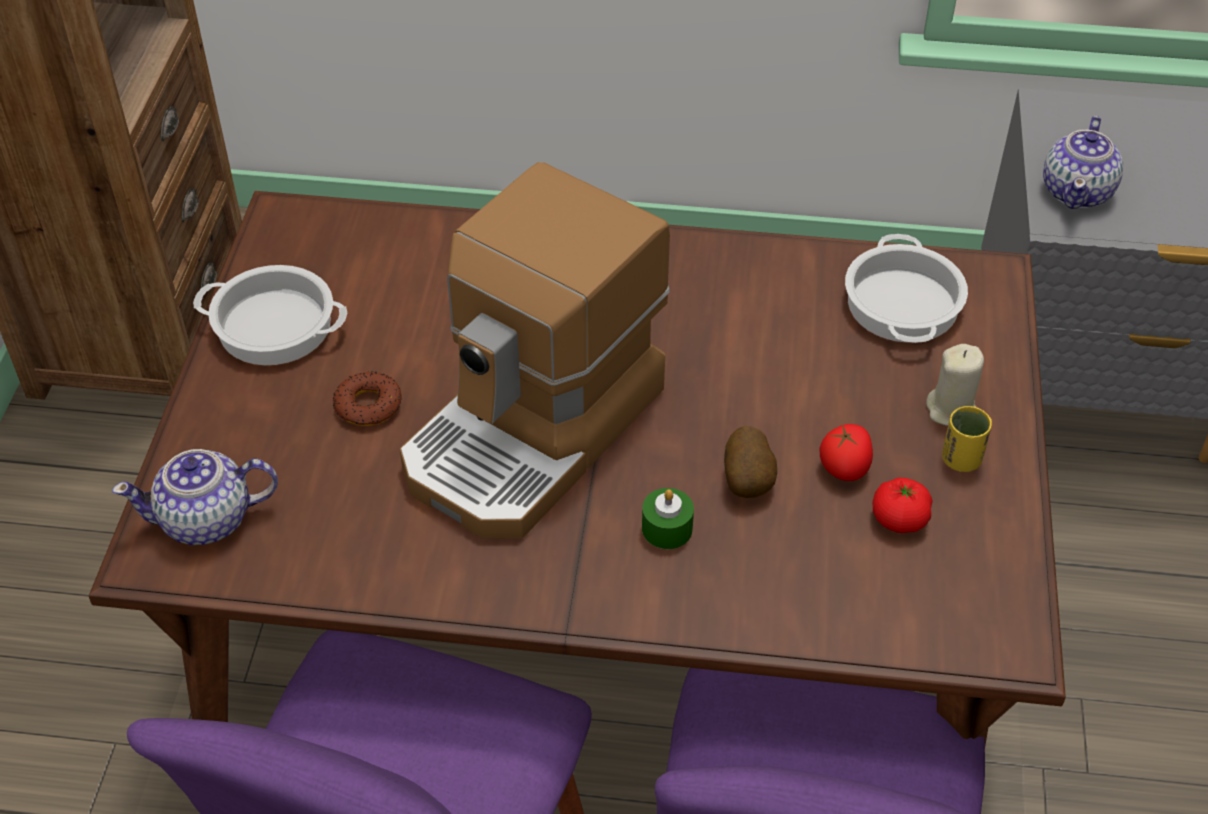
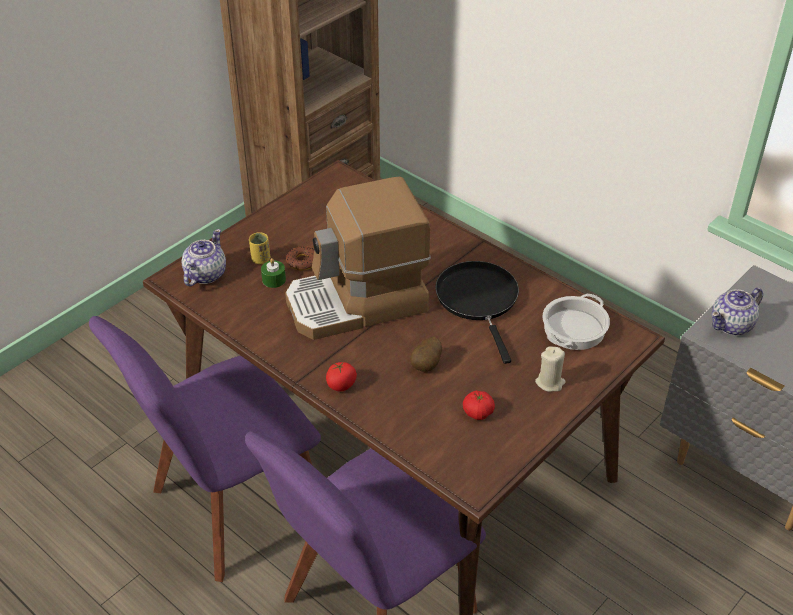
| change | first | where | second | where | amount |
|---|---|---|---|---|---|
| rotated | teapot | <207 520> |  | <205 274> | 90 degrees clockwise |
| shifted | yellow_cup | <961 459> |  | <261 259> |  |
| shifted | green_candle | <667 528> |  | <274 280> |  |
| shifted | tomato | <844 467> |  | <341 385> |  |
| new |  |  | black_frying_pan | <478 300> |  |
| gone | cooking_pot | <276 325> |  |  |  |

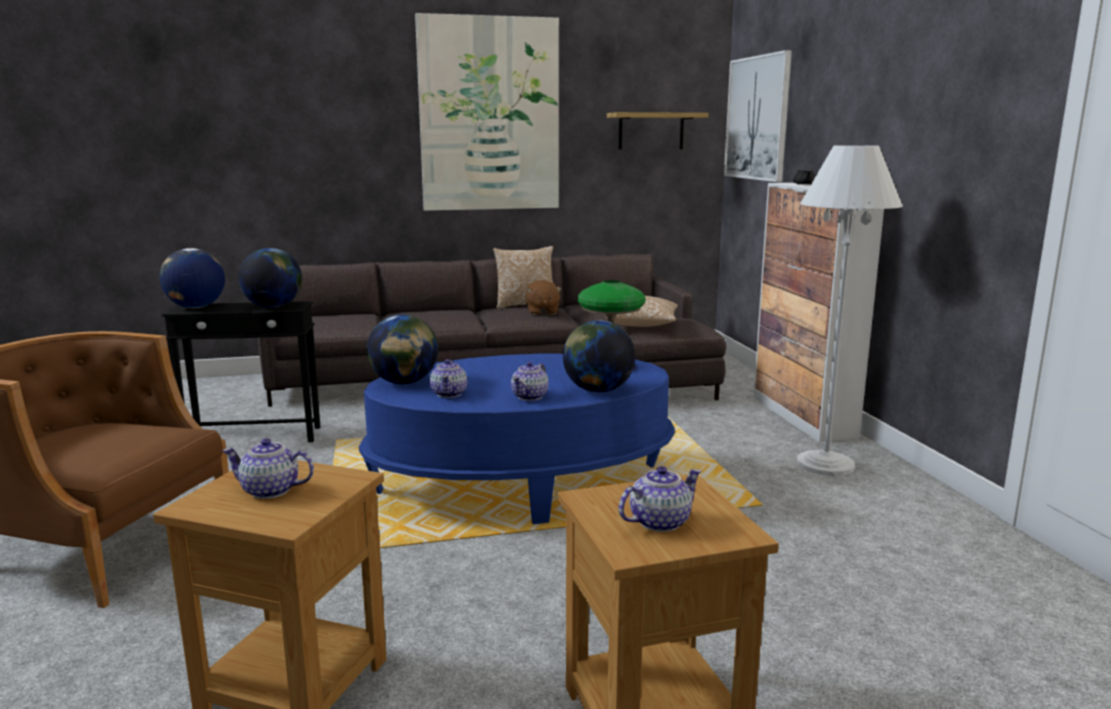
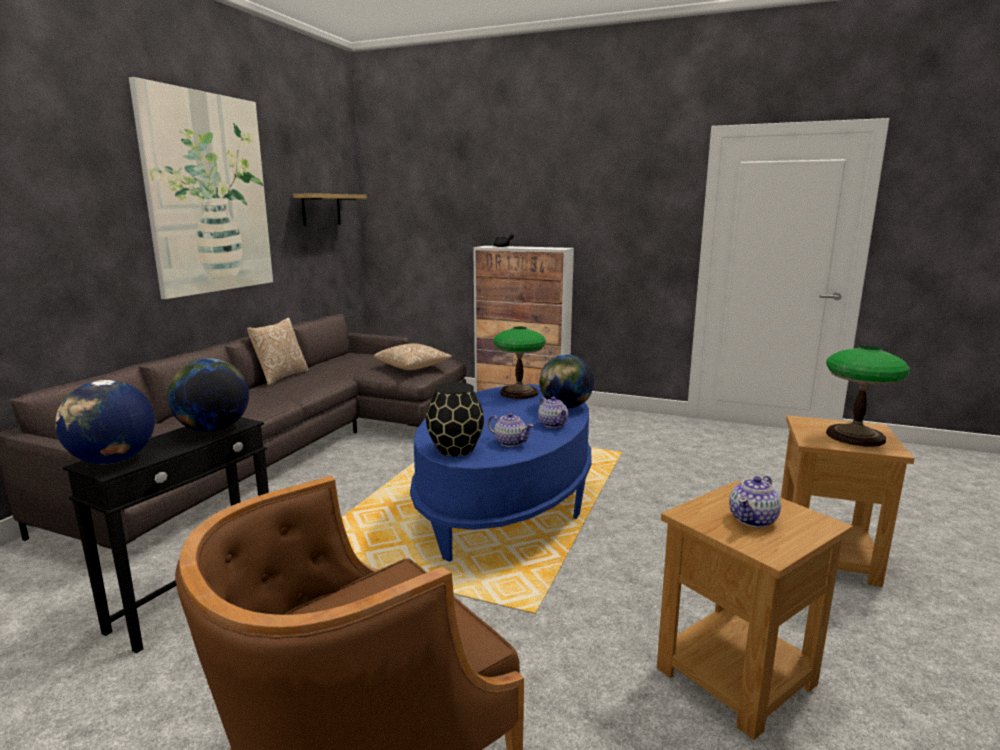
| change | first | where | second | where | amount |
|---|---|---|---|---|---|
| swapped | globe | <404 382> | black_vase | <456 449> |  |
| swapped | teapot | <658 522> | table_lamp | <855 436> |  |
| gone | brown_plush_toy | <542 312> |  |  |  |
| gone | picture | <757 118> |  |  |  |
| gone | white_floor_lamp | <825 464> |  |  |  |

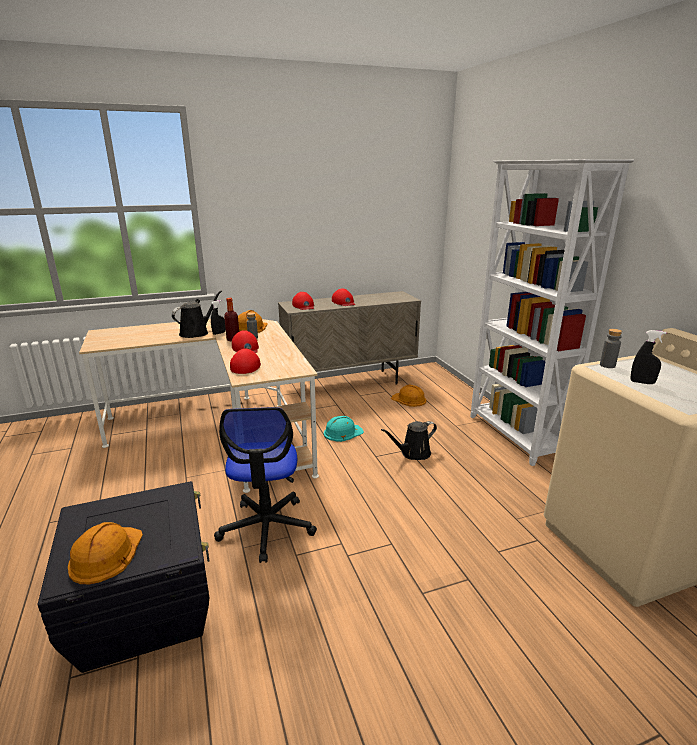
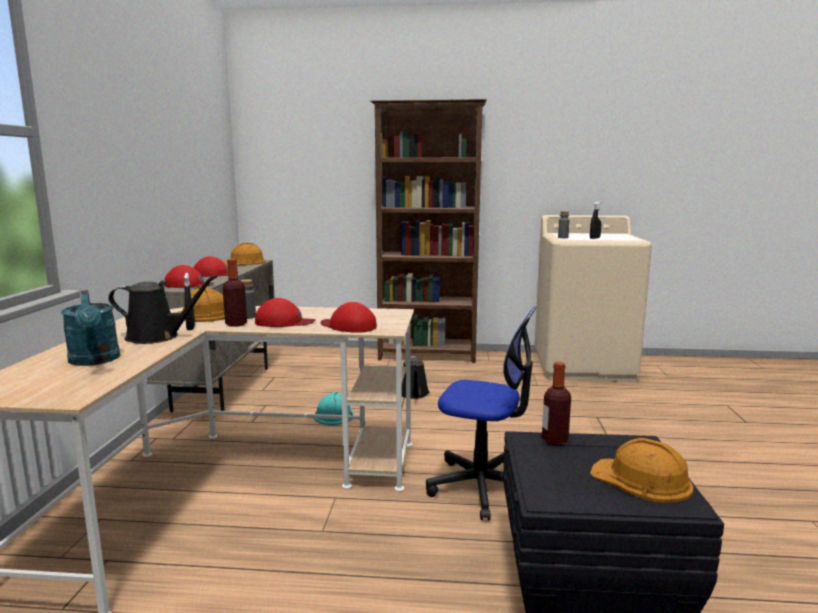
| change | first | where | second | where | amount |
|---|---|---|---|---|---|
| new |  |  | turquoise_watering_can | <95 361> |  |
| rotated | black_watering_can | <196 332> |  | <157 337> | 120 degrees clockwise |
| shifted | orange_hard_hat | <409 399> |  | <244 262> |  |
| repainted | white_bookcase | <515 436> | brown_bookcase | <428 355> |  |
| new |  |  | bottle | <554 440> |  |

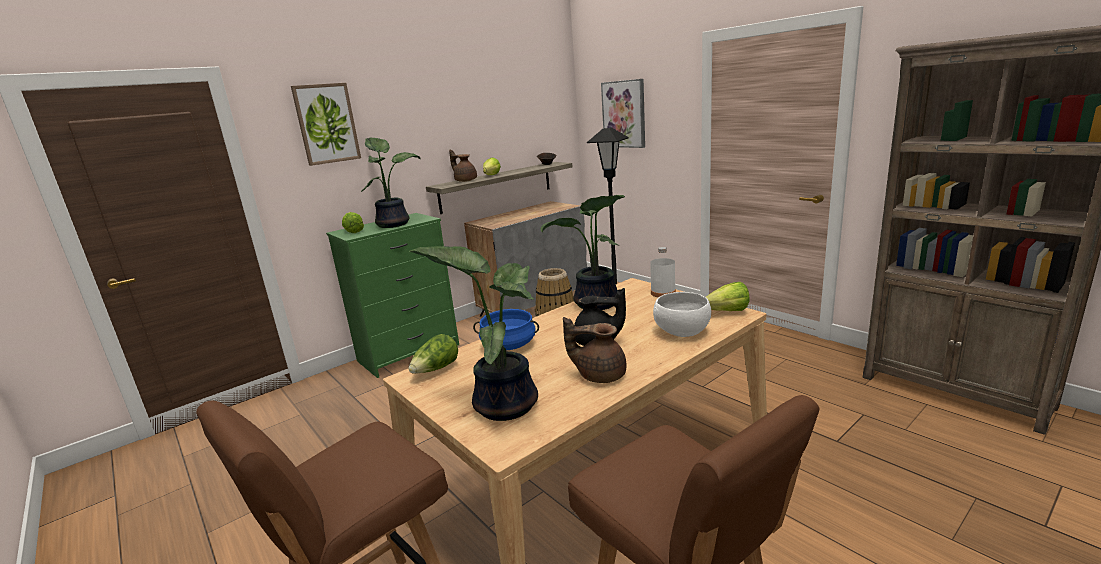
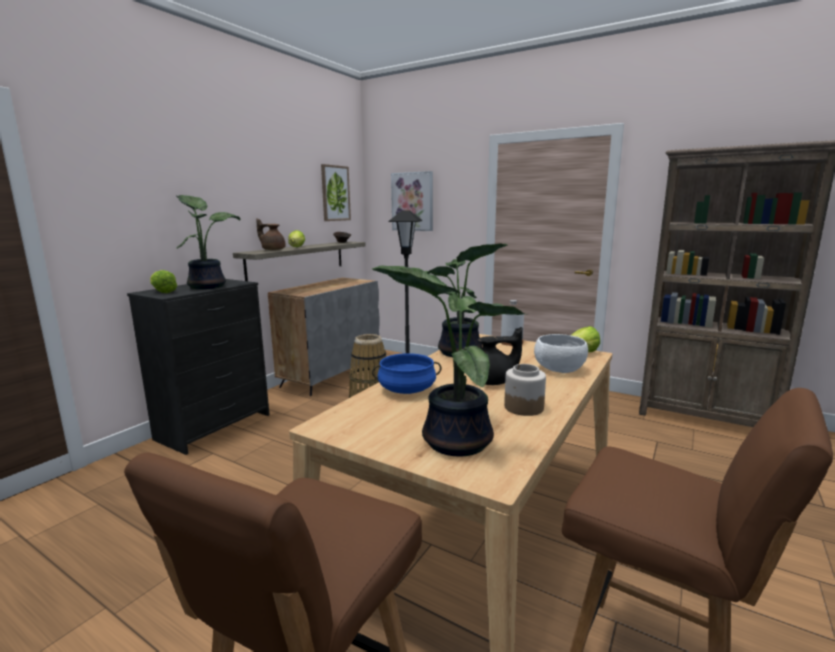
| change | first | where | second | where | amount |
|---|---|---|---|---|---|
| repainted | green_dresser | <409 353> | black_dresser | <214 427> |  |
| shifted | picture | <326 124> |  | <335 193> |  |
| swapped | brown_teapot | <599 375> | jar | <523 407> |  |
| gone | lettuce | <436 369> |  |  |  |

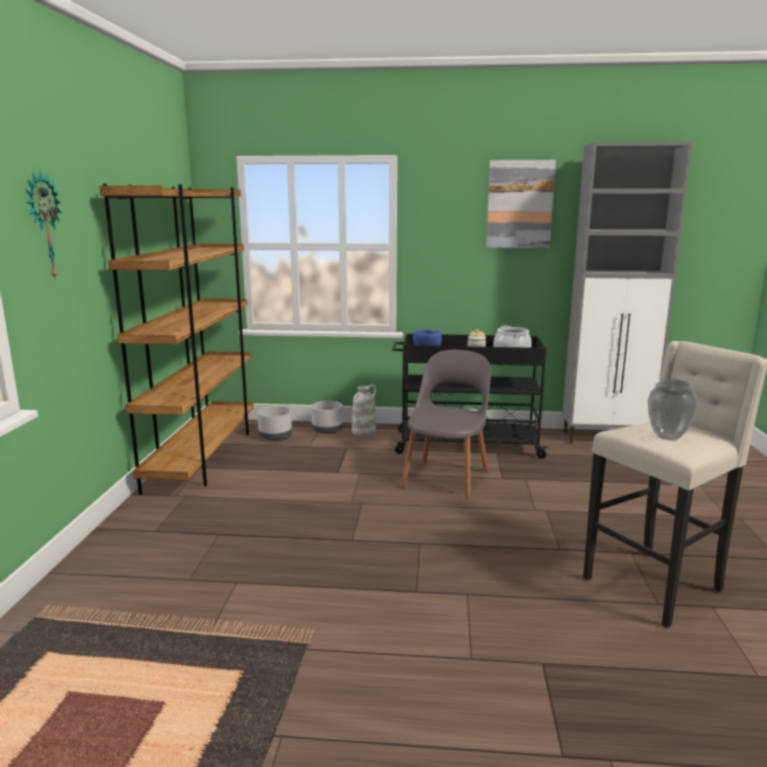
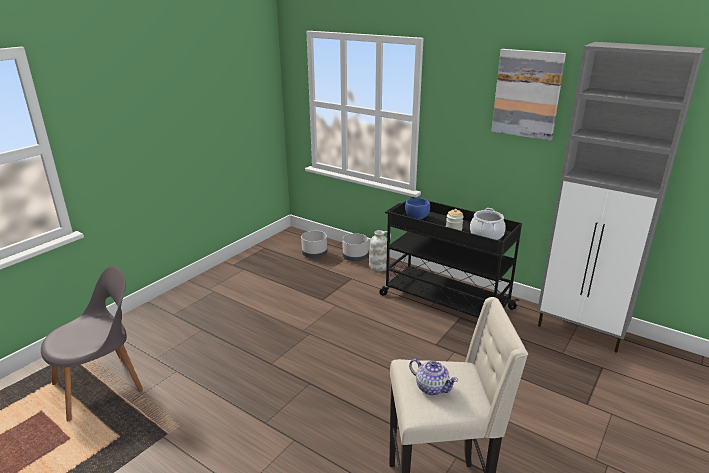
| change | first | where | second | where | amount |
|---|---|---|---|---|---|
| shifted | grey_chair | <447 477> |  | <102 385> |  |
| swapped | vase | <667 437> | teapot | <431 387> |  |
| gone | wall_clock | <43 226> |  |  |  |
| gone | brown_bookcase | <203 456> |  |  |  |

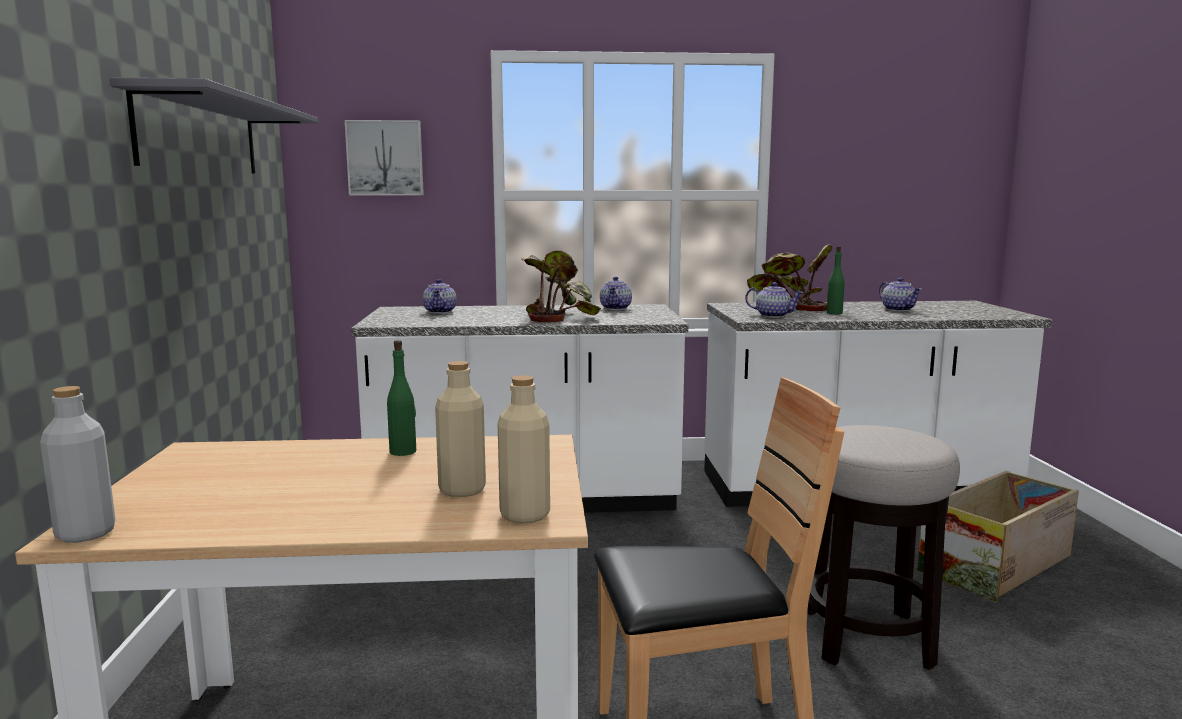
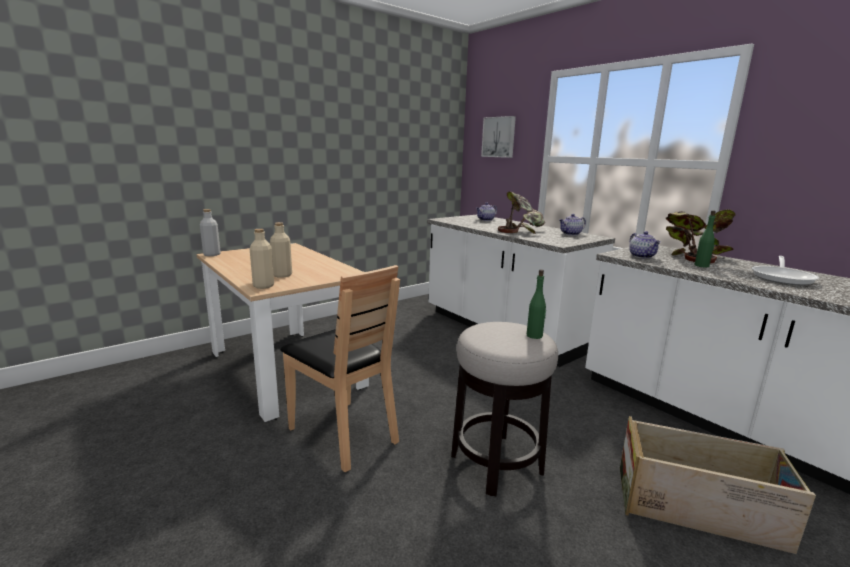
| change | first | where | second | where | amount |
|---|---|---|---|---|---|
| shifted | green_bottle | <403 452> |  | <534 336> |  |
| swapped | teapot | <899 309> | frying_pan | <782 278> |  |
| gone | grey_shelf | <201 136> |  |  |  |

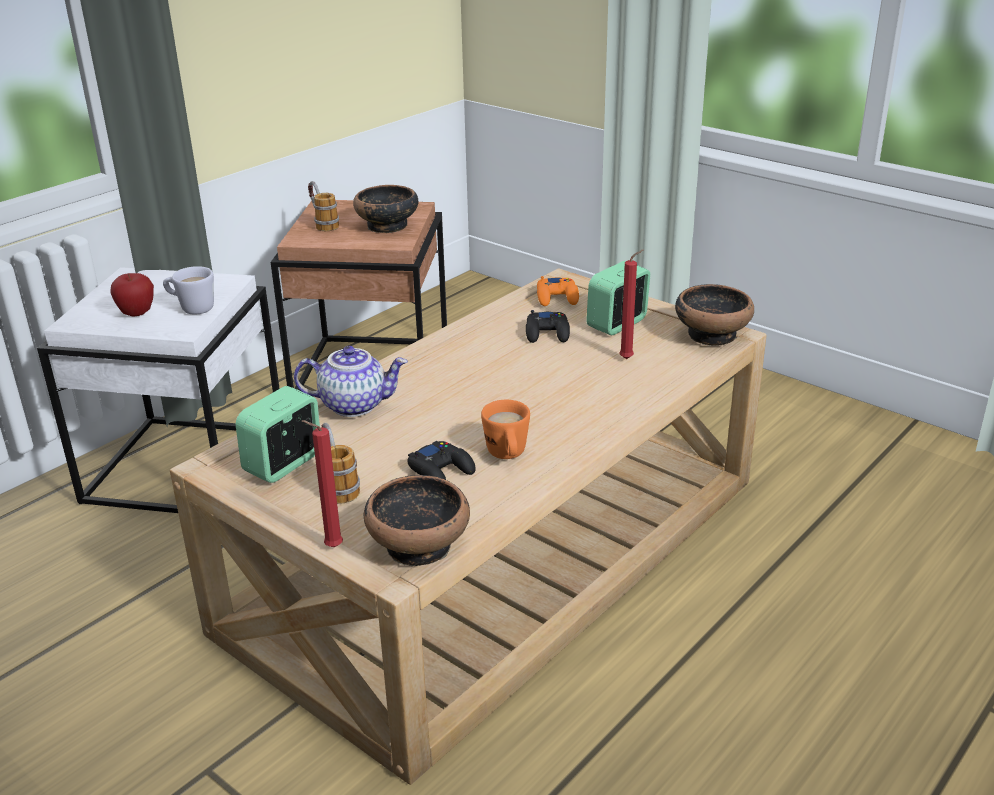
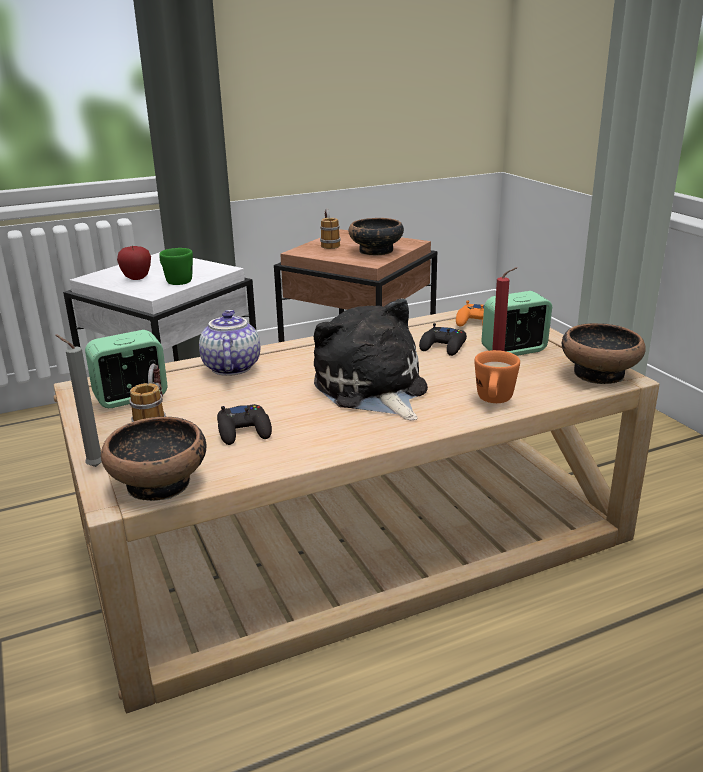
| change | first | where | second | where | amount |
|---|---|---|---|---|---|
| repainted | red_candle | <330 547> | grey_candle | <93 466> |  |
| repainted | white_mug | <191 308> | green_mug | <176 281> |  |
| rotated | teapot | <354 404> |  | <230 367> | 120 degrees counterclockwise |
| new |  |  | plush_toy | <372 389> |  |
| shifted | orange_mug | <507 456> |  | <493 401> |  |

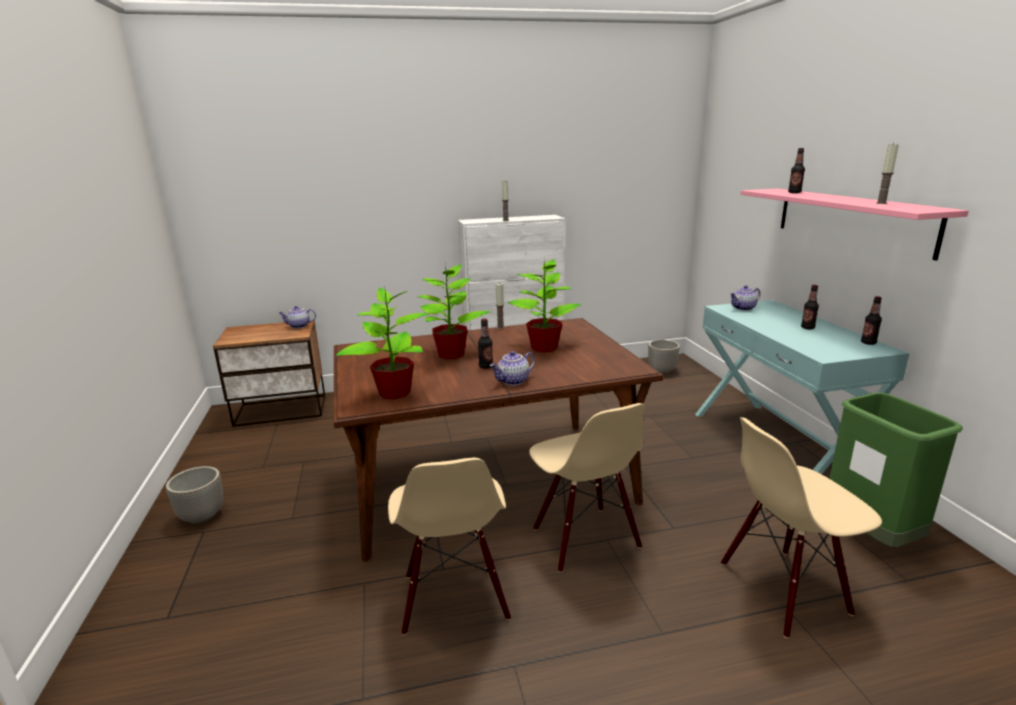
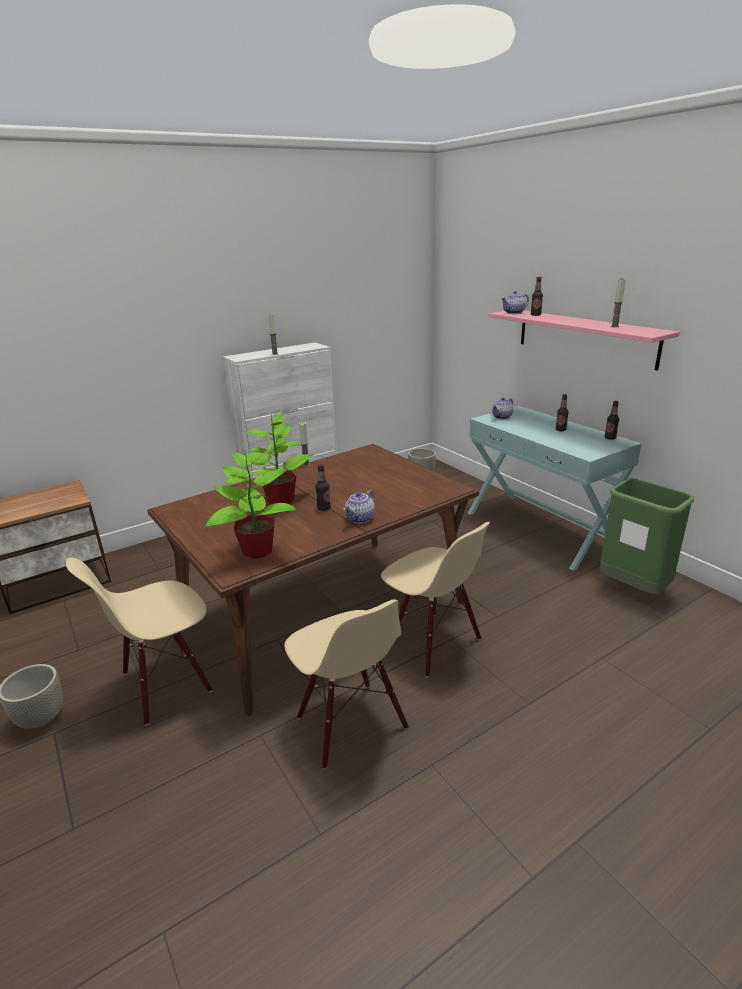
| change | first | where | second | where | amount |
|---|---|---|---|---|---|
| shifted | beige_chair | <783 589> |  | <166 684> |  |
| shifted | teapot | <298 326> |  | <514 313> |  |
| gone | potted_plant | <544 347> |  |  |  |

